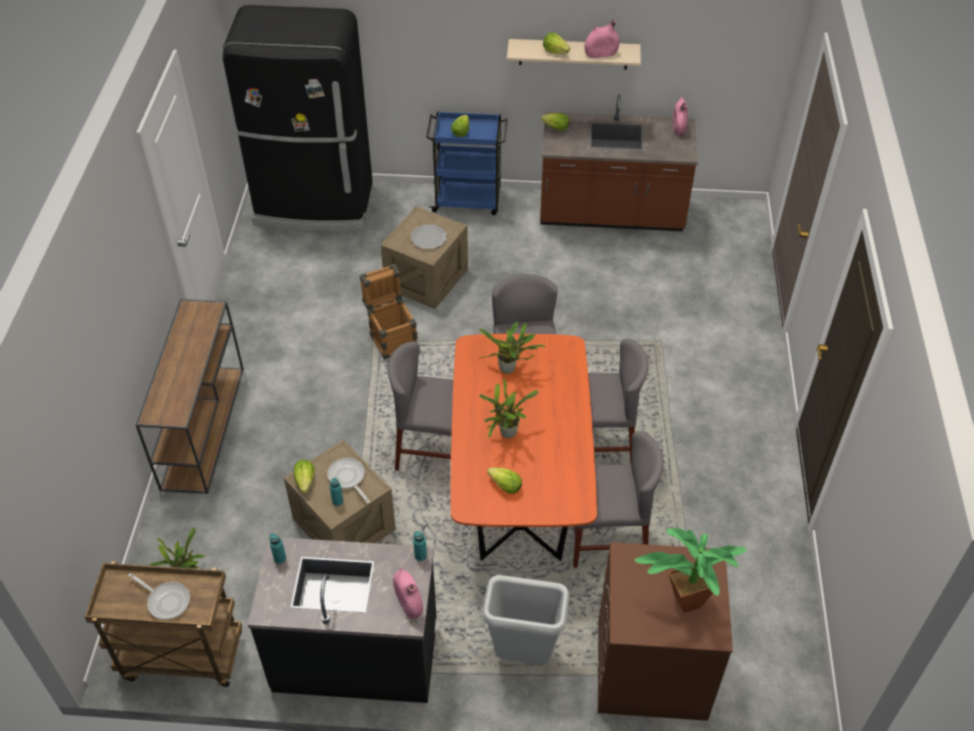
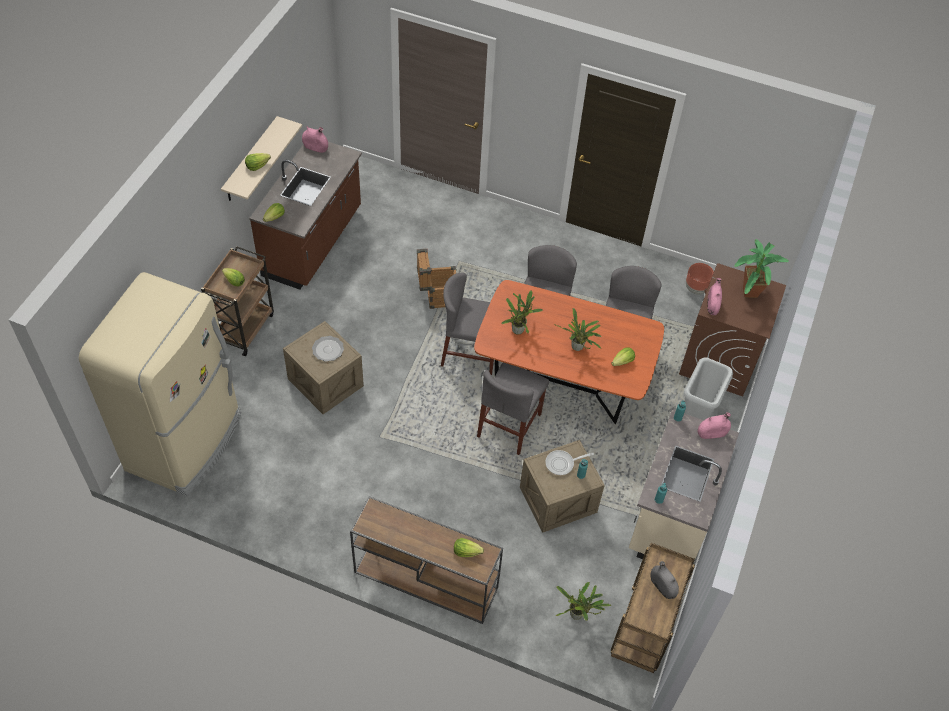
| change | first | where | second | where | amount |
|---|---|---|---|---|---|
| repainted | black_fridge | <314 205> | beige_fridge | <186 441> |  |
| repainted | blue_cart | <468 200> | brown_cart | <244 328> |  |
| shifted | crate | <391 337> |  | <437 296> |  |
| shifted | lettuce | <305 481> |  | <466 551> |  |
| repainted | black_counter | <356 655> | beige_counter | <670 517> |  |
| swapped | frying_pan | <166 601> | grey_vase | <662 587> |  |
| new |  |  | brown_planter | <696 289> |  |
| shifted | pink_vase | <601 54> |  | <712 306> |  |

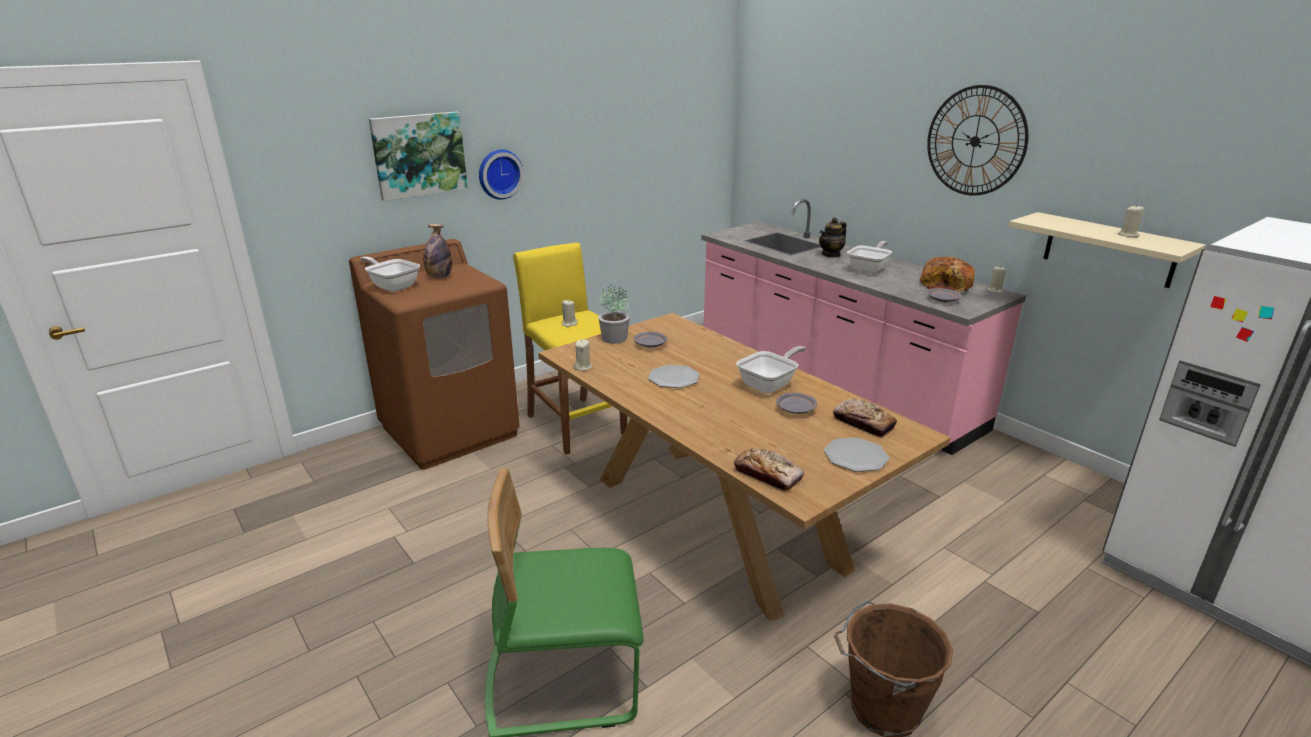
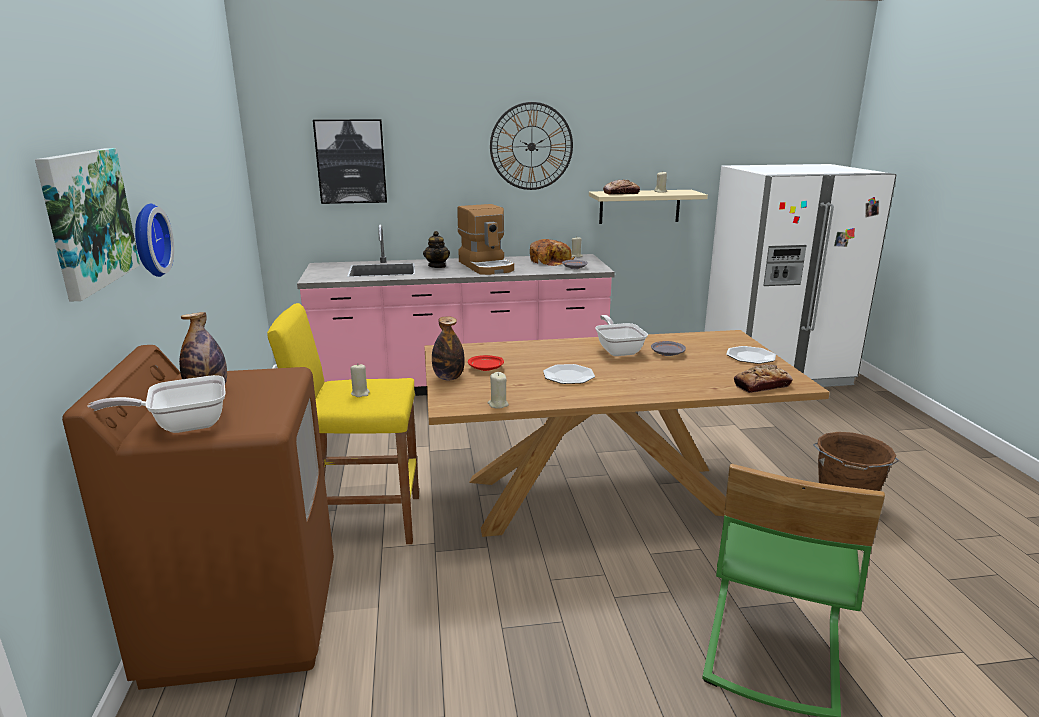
| change | first | where | second | where | amount |
|---|---|---|---|---|---|
| new |  |  | picture | <351 161> |  |
| swapped | potted_plant | <615 338> | bottle | <448 378> |  |
| swapped | frying_pan | <869 269> | coffee_machine | <487 266> |  |
| repainted | grey_plate | <650 345> | red_plate | <486 368> |  |
| shifted | bread | <863 423> |  | <621 193> |  |

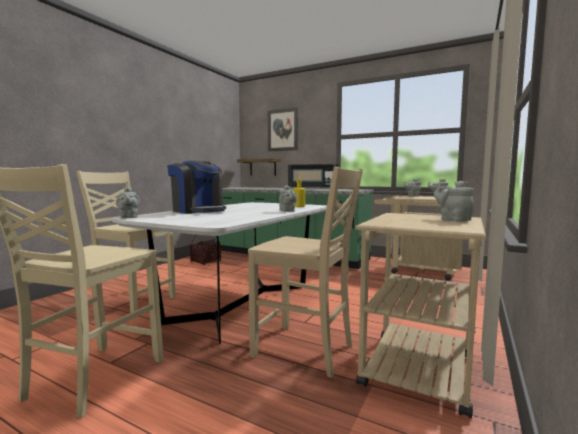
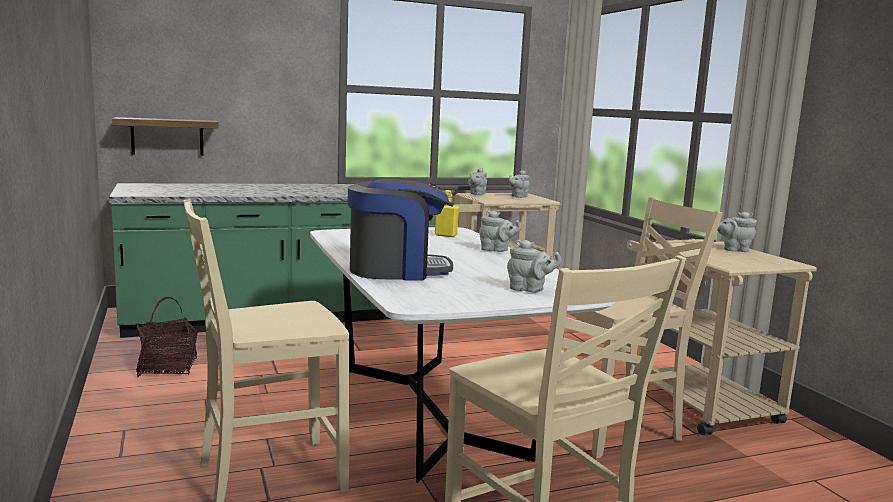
| change | first | where | second | where | amount |
|---|---|---|---|---|---|
| shifted | grey_teapot | <128 217> |  | <529 290> |  |
| gone | picture | <283 130> |  |  |  |
| gone | black_microwave | <313 189> |  |  |  |

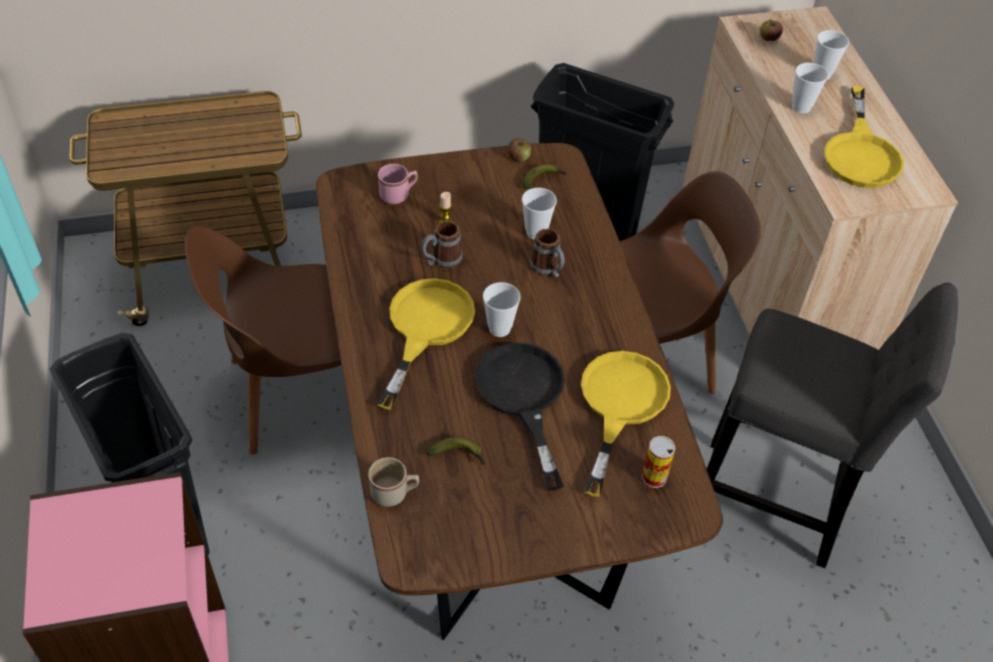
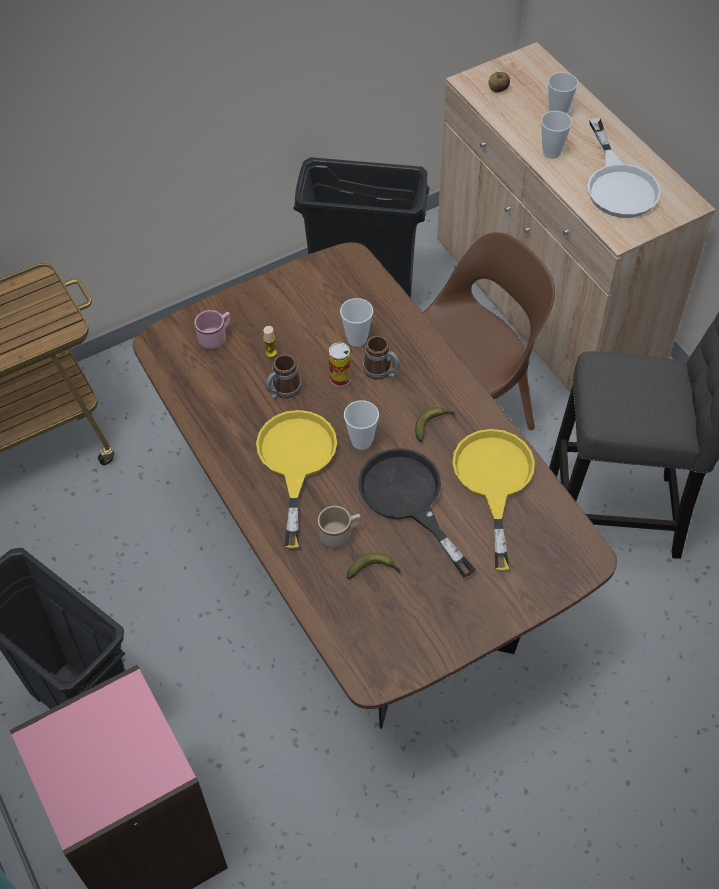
| change | first | where | second | where | amount |
|---|---|---|---|---|---|
| shifted | beige_mug | <394 493> |  | <340 535> |  |
| shifted | can | <654 477> |  | <340 378> |  |
| shifted | banana | <543 179> |  | <433 425> |  |
| repainted | yellow_frying_pan | <861 153> | white_frying_pan | <618 184> |  |
| gone | brown_chair | <300 392> |  |  |  |
| gone | apple | <519 157> |  |  |  |

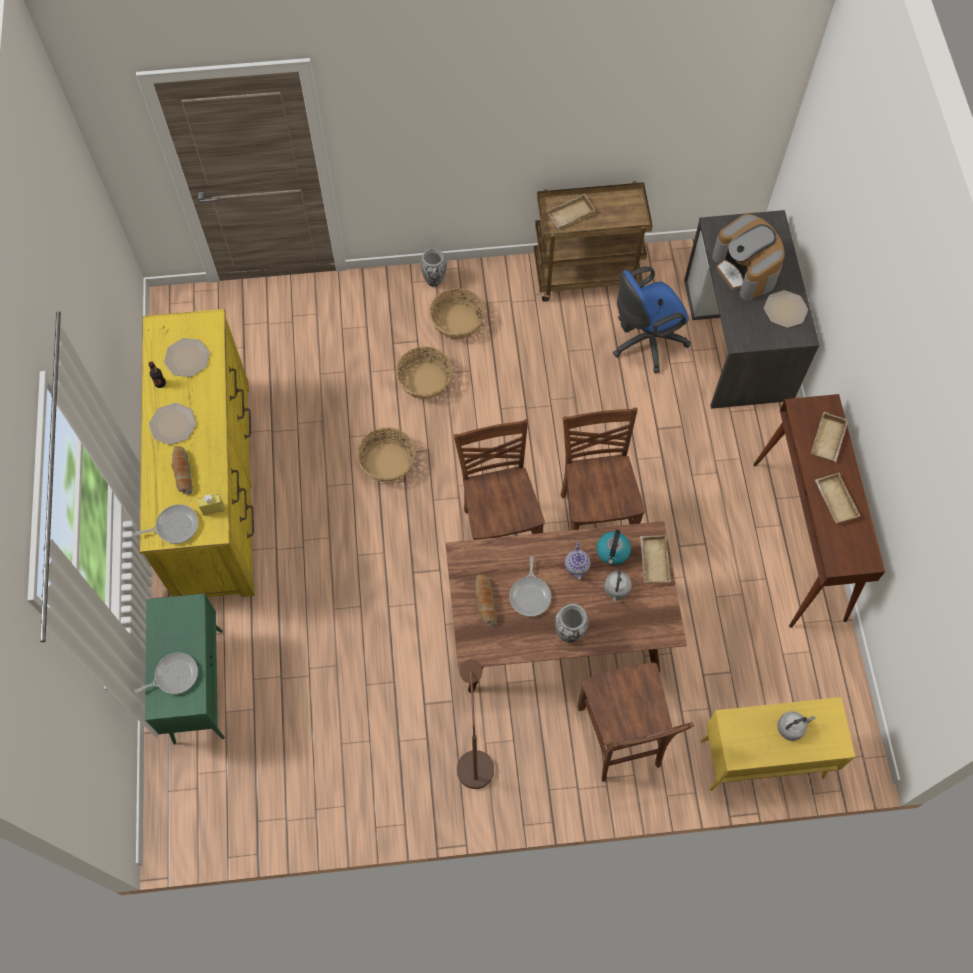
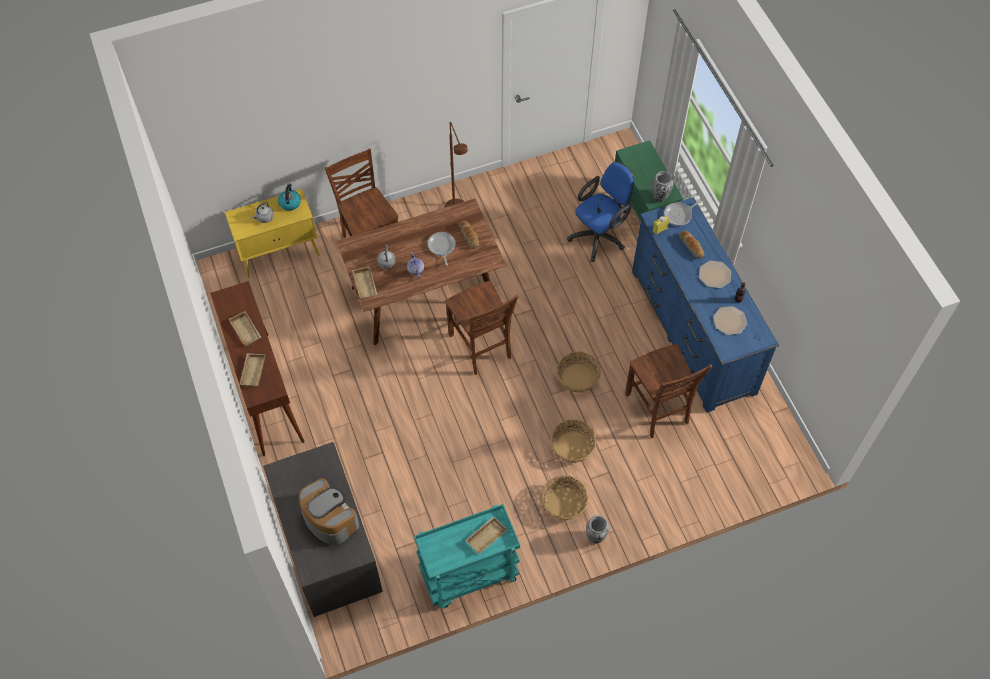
| change | first | where | second | where | amount |
|---|---|---|---|---|---|
| shifted | kettle | <613 552> |  | <290 202> |  |
| repainted | brown_cart | <586 274> | turquoise_cart | <468 576> |  |
| shifted | blue_office_chair | <644 342> |  | <600 236> |  |
| shifted | brown_chair | <593 521> |  | <658 409> |  |
| repainted | yellow_dresser | <214 488> | blue_dresser | <692 331> |  |
| shifted | vase | <569 633> |  | <660 197> |  |
| gone | frying_pan | <174 675> |  |  |  |
| gone | plate | <785 310> |  |  |  |

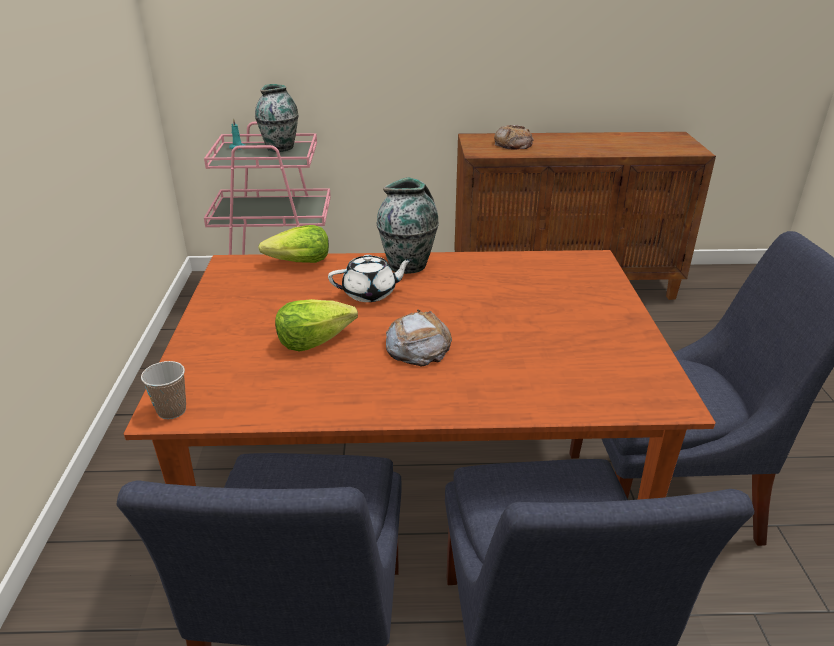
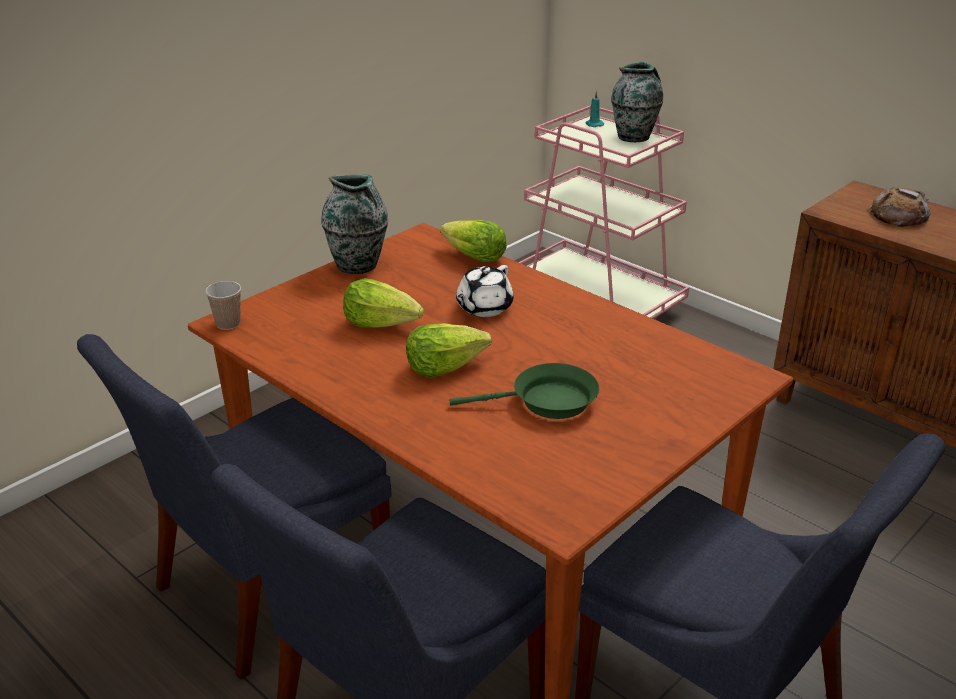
| change | first | where | second | where | amount |
|---|---|---|---|---|---|
| shifted | vase | <408 265> |  | <358 266> |  |
| swapped | bread | <417 346> | lettuce | <444 366> |  |
| new |  |  | green_frying_pan | <547 402> |  |
| rotated | white_teapot | <370 293> |  | <483 308> | 90 degrees clockwise |

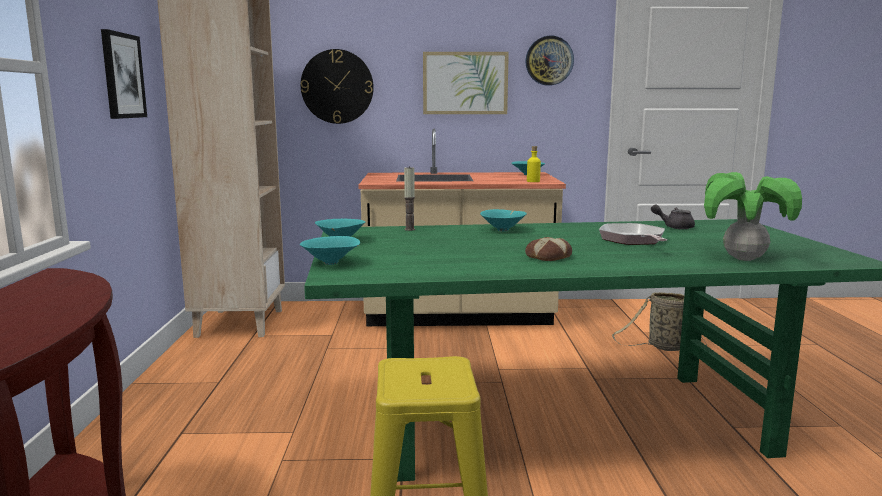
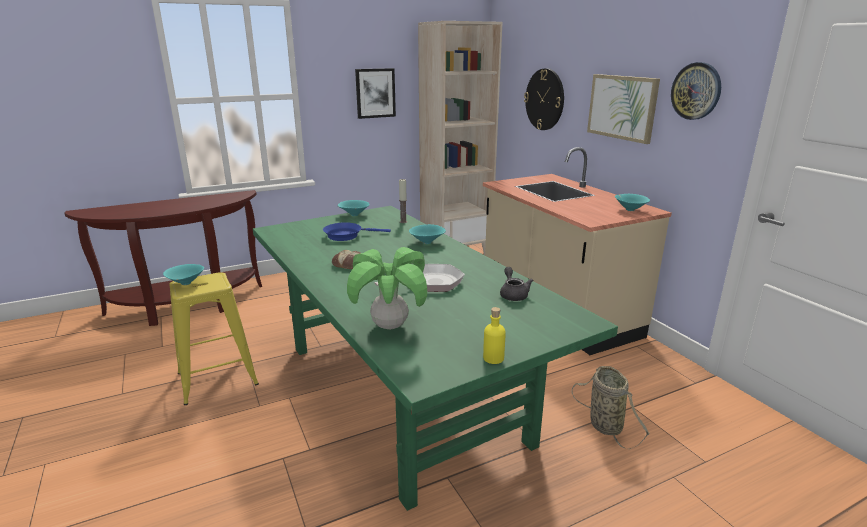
| change | first | where | second | where | amount |
|---|---|---|---|---|---|
| shifted | turquoise_bowl | <332 263> |  | <185 284> |  |
| new |  |  | blue_frying_pan | <346 236> |  |
| shifted | yellow_bottle | <533 181> |  | <493 358> |  |

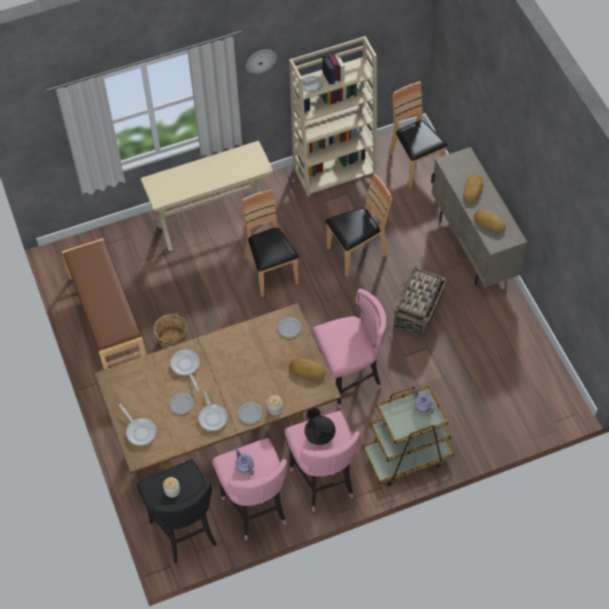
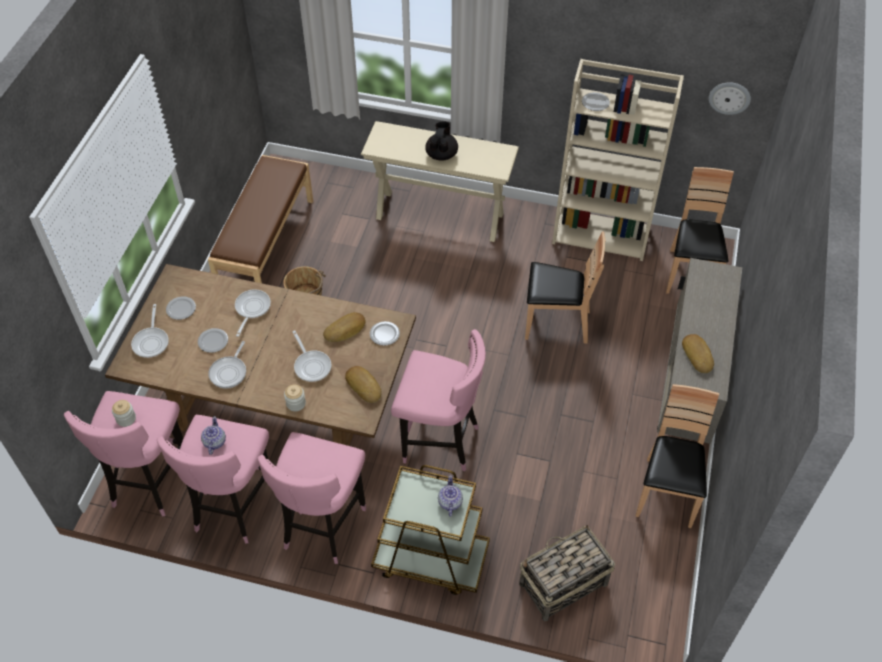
| change | first | where | second | where | amount |
|---|---|---|---|---|---|
| repainted | black_stool | <184 530> | pink_stool | <150 481> |  |
| shifted | plate | <250 413> |  | <181 308> |  |
| new |  |  | frying_pan | <311 365> |  |
| shifted | bread | <473 190> |  | <345 330> |  |
| shifted | black_teapot | <319 434> |  | <441 154> |  |
| shifted | basket | <417 312> |  | <562 584> |  |
| shifted | brown_chair | <270 272> |  | <666 493> |  |
| shifted | wall_clock | <260 60> |  | <729 97> |  |

